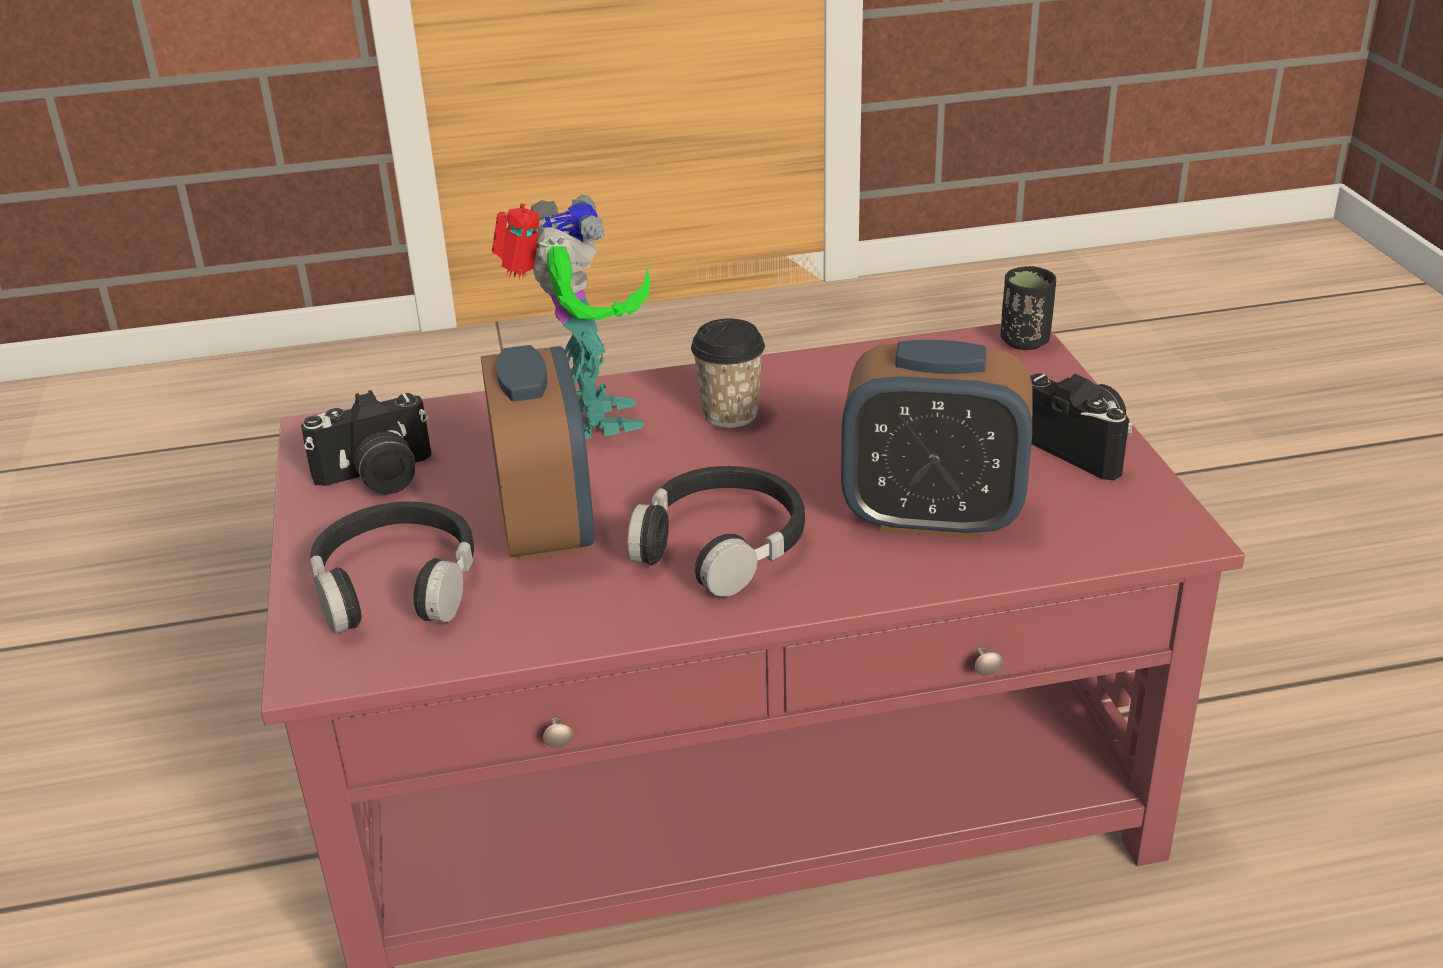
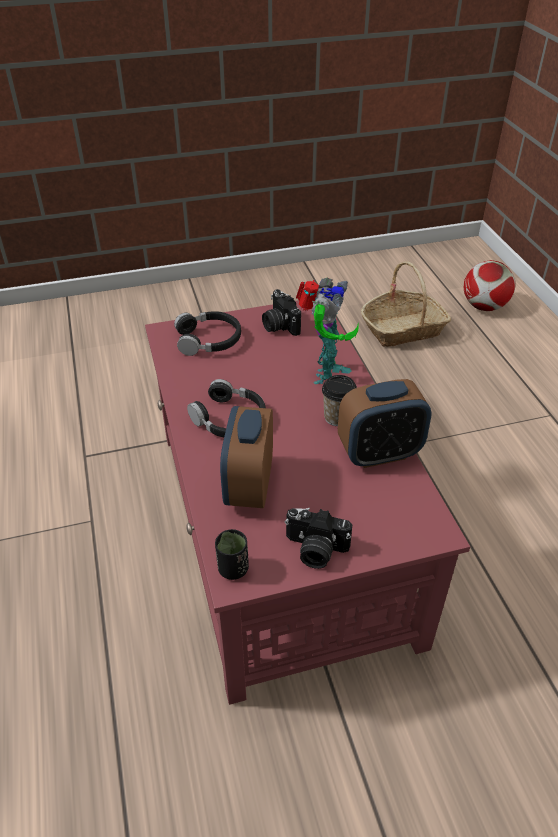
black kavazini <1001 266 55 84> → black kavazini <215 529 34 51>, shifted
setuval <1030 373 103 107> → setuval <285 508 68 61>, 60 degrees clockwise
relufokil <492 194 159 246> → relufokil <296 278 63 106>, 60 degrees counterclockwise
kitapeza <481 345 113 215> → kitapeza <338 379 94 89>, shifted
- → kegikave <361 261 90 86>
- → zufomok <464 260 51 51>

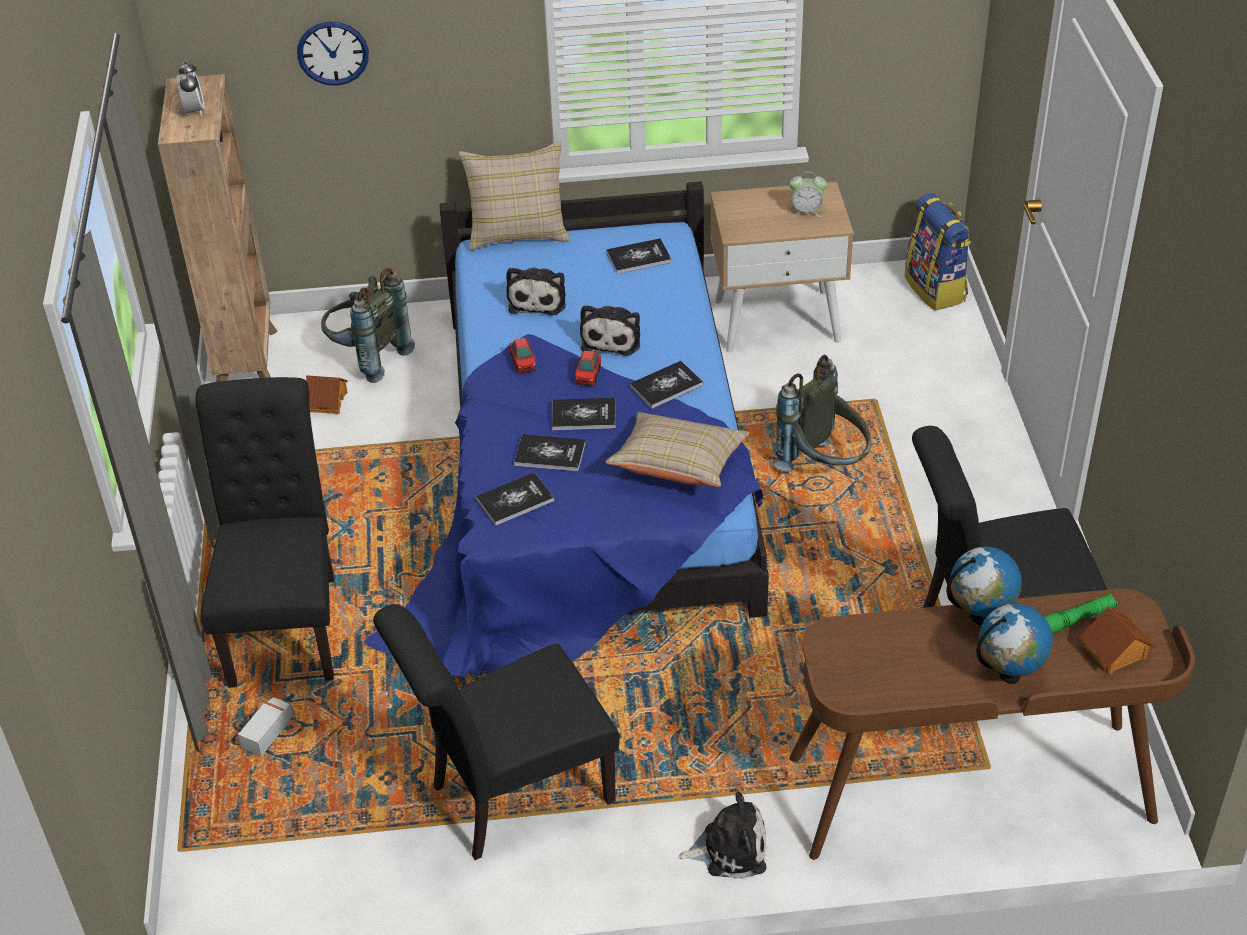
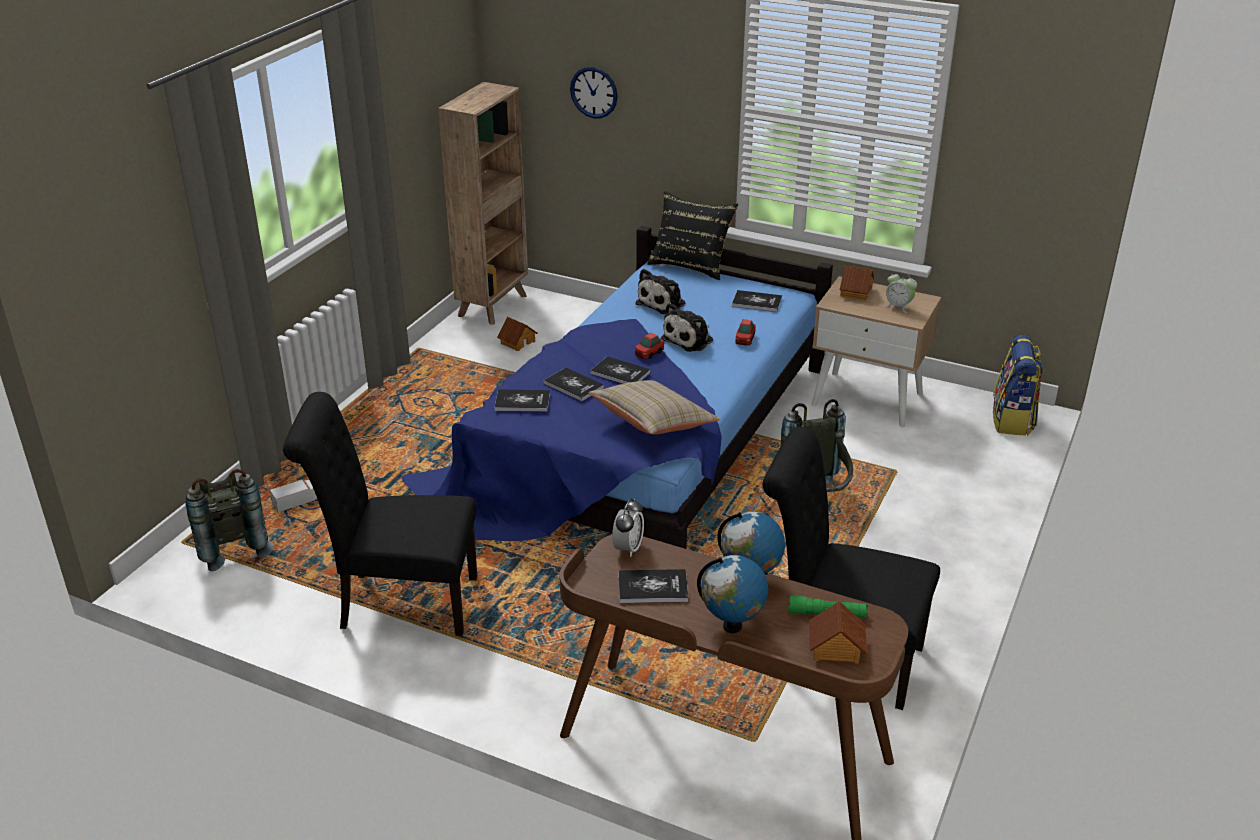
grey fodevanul <321 268 94 115> → grey fodevanul <185 469 88 103>, shifted
kitapeza <176 61 29 55> → kitapeza <612 499 32 58>, shifted
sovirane <629 361 74 48> → sovirane <619 569 69 34>, shifted
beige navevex <459 141 112 109> → black navevex <647 191 91 89>
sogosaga <509 338 27 35> → sogosaga <735 319 21 27>, shifted
- → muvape <840 265 34 35>
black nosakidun <195 377 140 311> → -
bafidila <678 792 88 87> → -

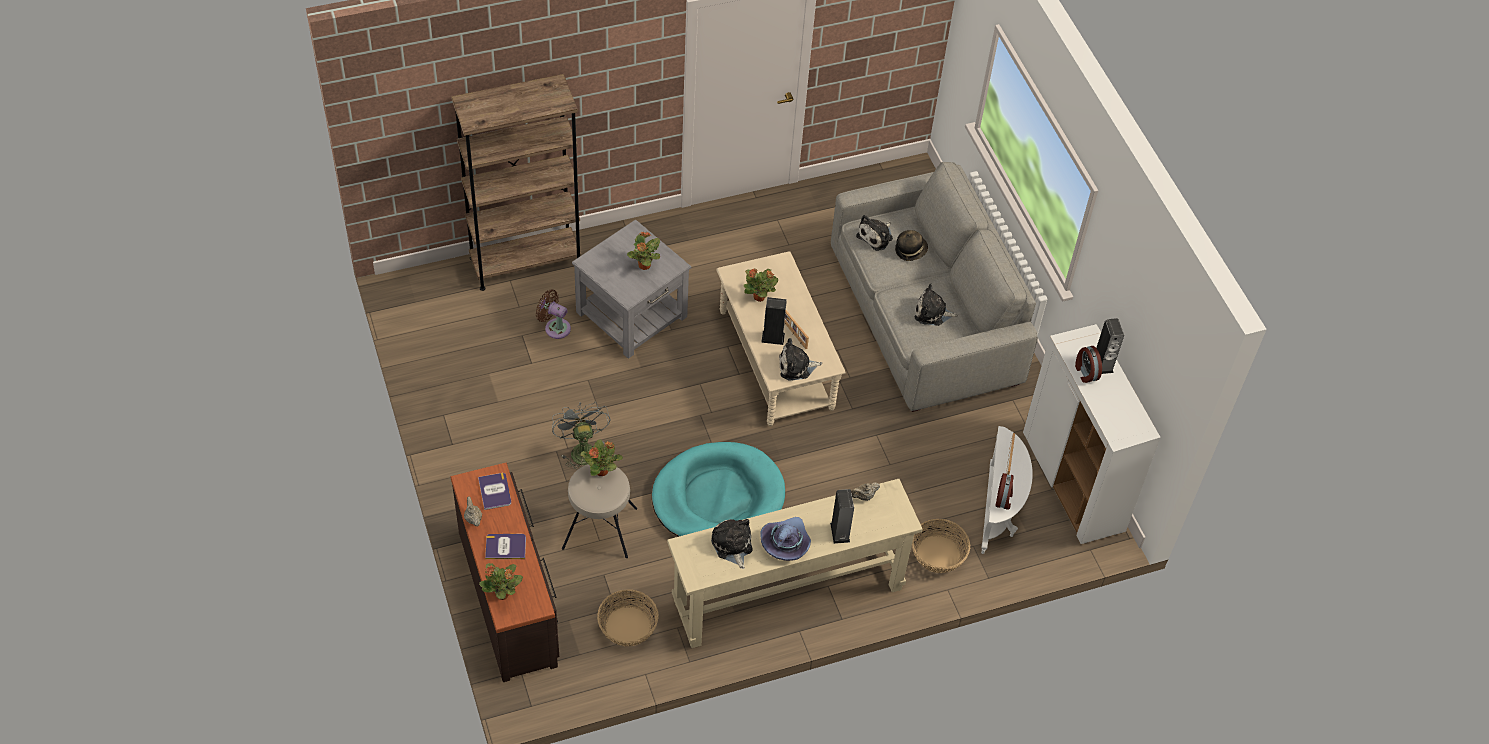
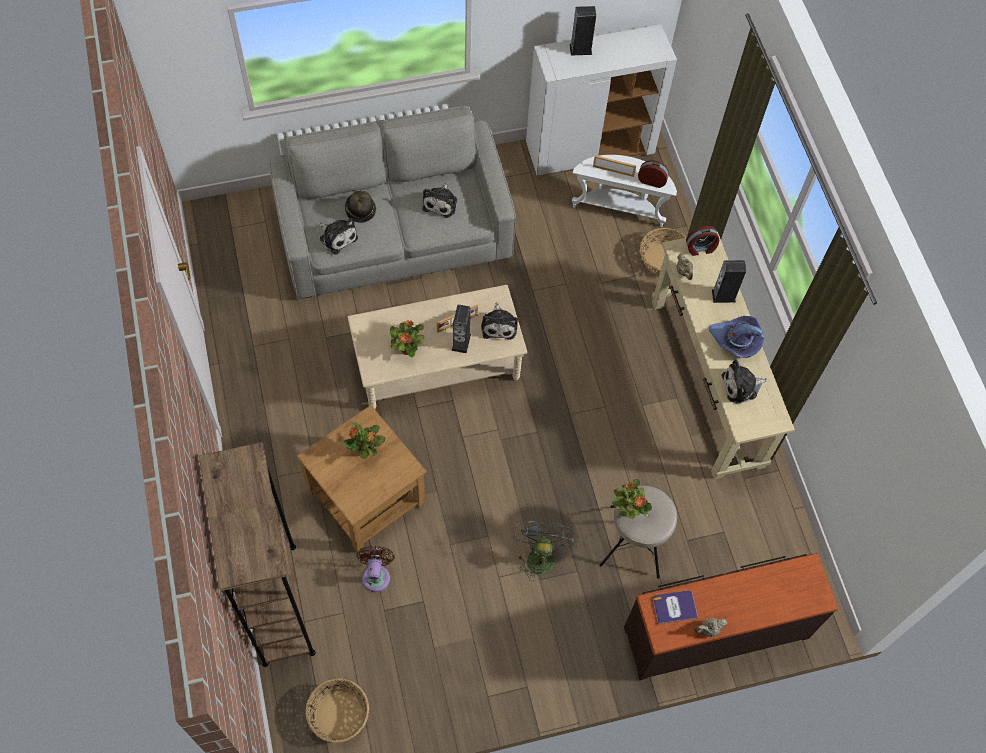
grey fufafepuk <572 219 119 140> → brown fufafepuk <297 405 130 147>
kegikave <597 590 62 57> → kegikave <305 678 64 65>, shifted
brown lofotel <536 289 35 50> → brown lofotel <356 546 39 46>, 150 degrees clockwise
grey lofotel <552 402 59 68> → grey lofotel <513 521 62 60>, 105 degrees clockwise
kitapeza <1075 346 27 37> → kitapeza <686 226 33 30>, shifted
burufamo <479 563 44 37> → -
sovirane <485 534 41 25> → -
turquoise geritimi <652 442 133 95> → -

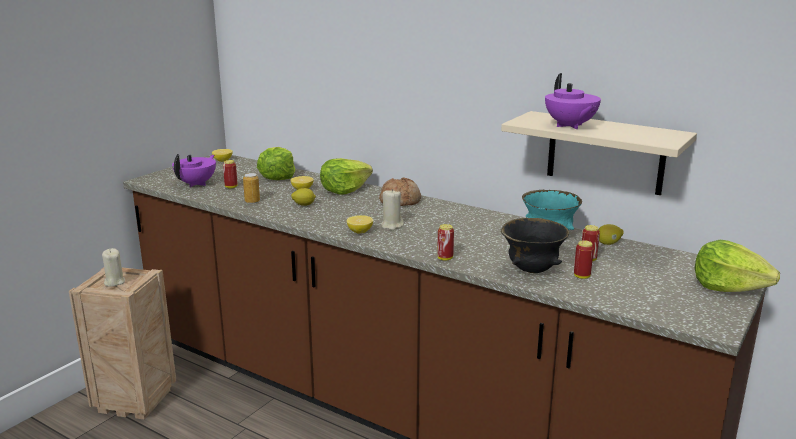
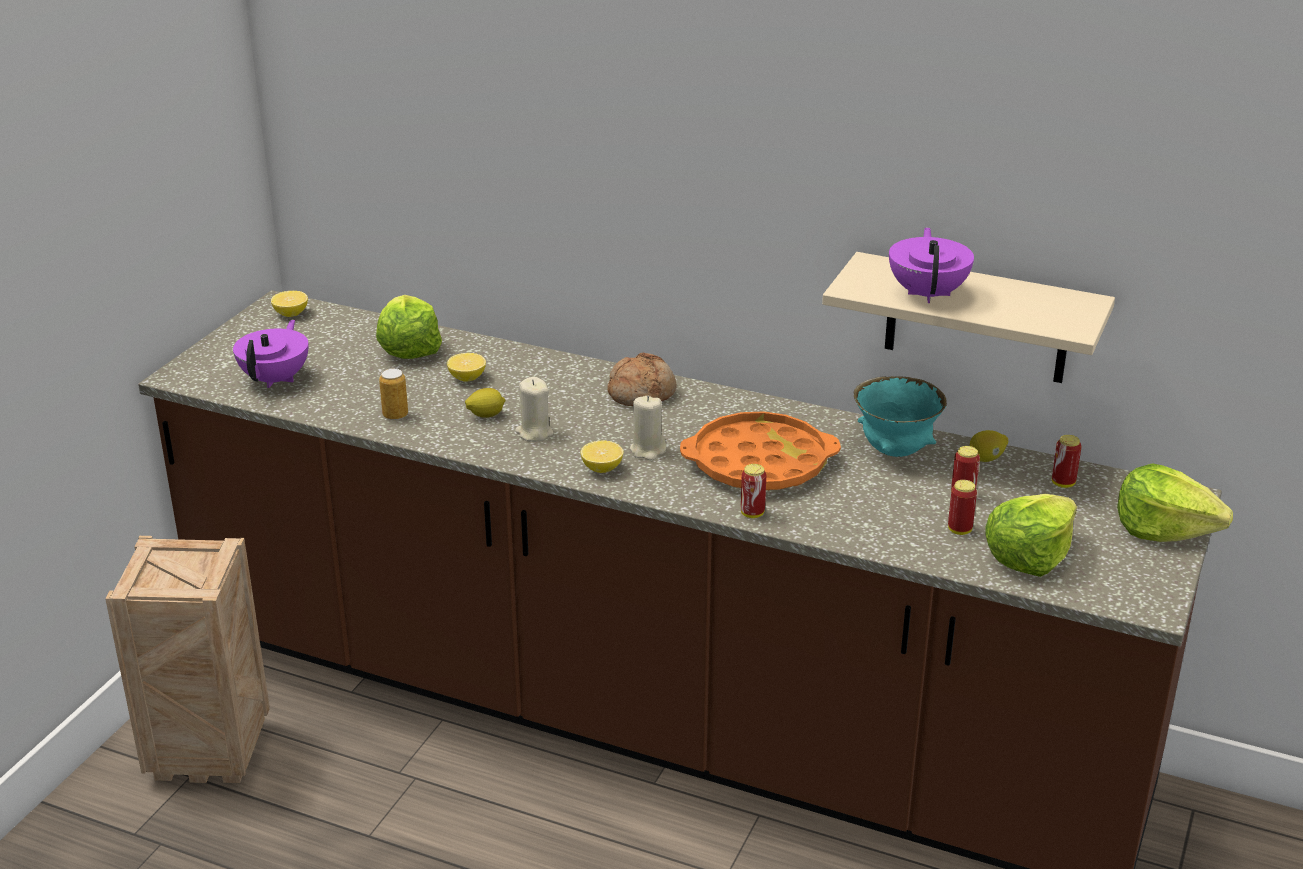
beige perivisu <102 248 23 38> → beige perivisu <515 377 39 65>, shifted
- → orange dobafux <680 412 161 78>
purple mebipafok <545 73 56 56> → purple mebipafok <889 227 85 76>, 150 degrees counterclockwise
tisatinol <320 158 53 37> → tisatinol <986 494 91 83>, shifted
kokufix <223 160 14 28> → kokufix <1052 435 29 53>, shifted
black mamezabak <501 218 68 55> → -

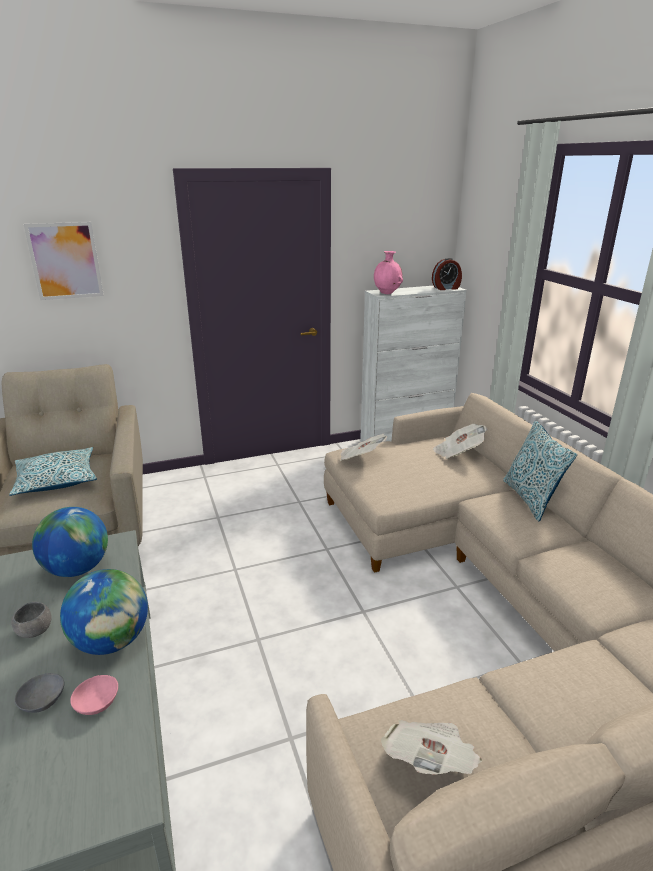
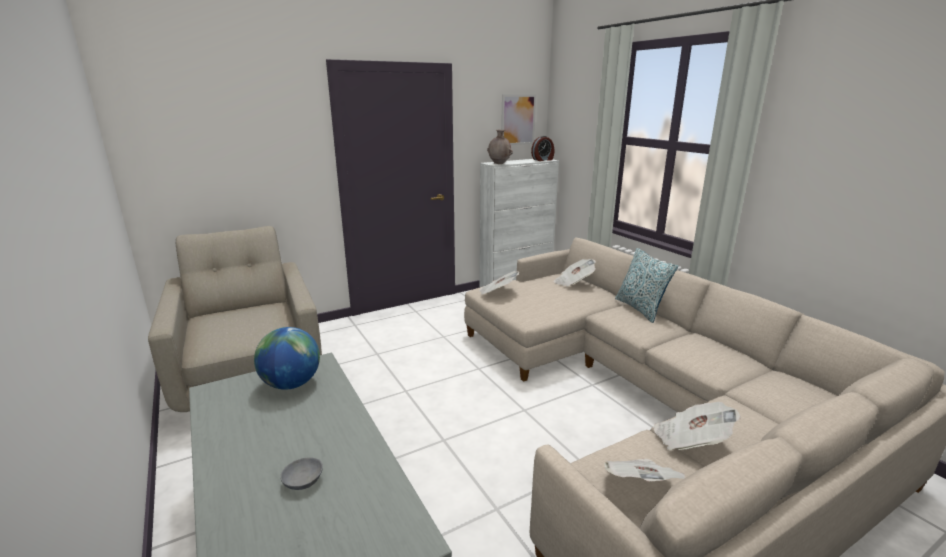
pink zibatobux <374 251 29 43> → brown zibatobux <487 130 26 34>
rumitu <24 222 80 78> → rumitu <501 94 35 51>, shifted
- → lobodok <653 402 88 48>
navevex <10 447 87 49> → -
grey mamezabak <11 602 41 36> → -
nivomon <60 569 88 86> → -
pink mamezabak <70 675 48 40> → -

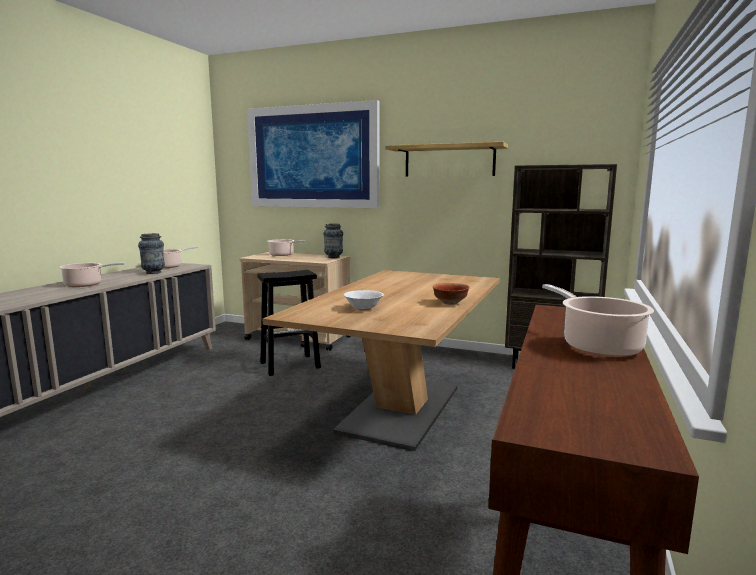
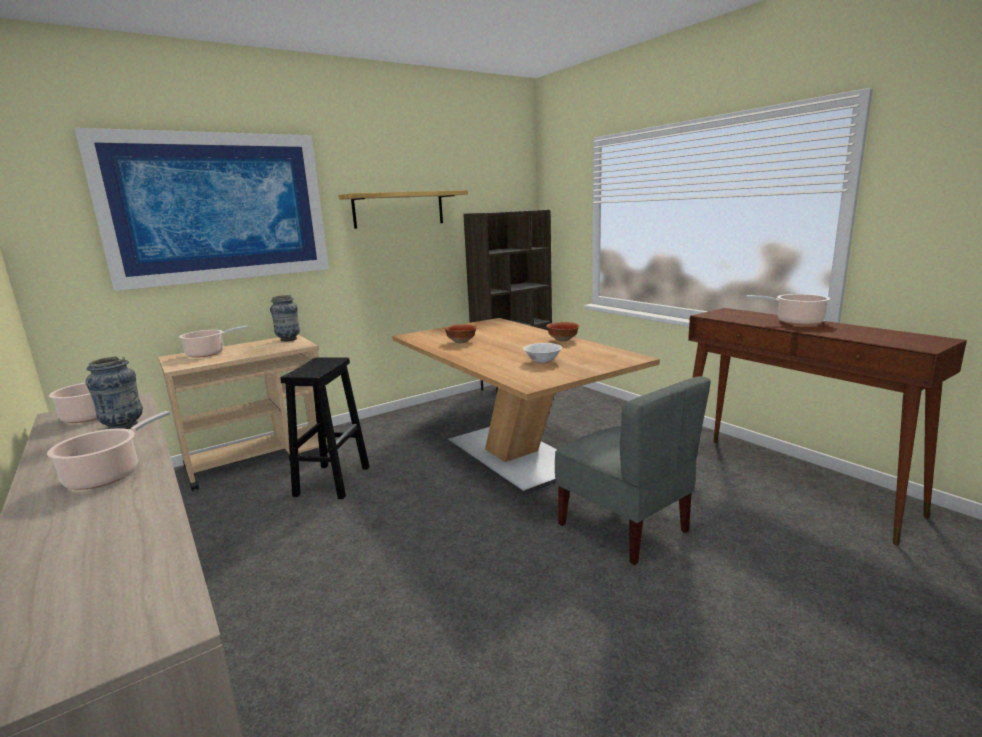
- → mamezabak <444 324 33 19>
- → grey nosakidun <555 376 156 189>

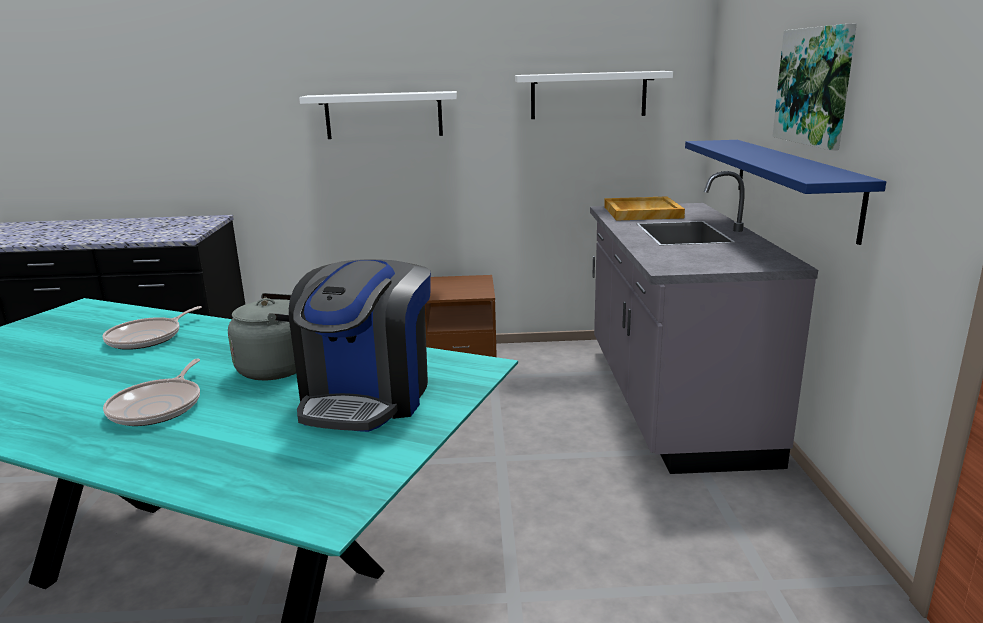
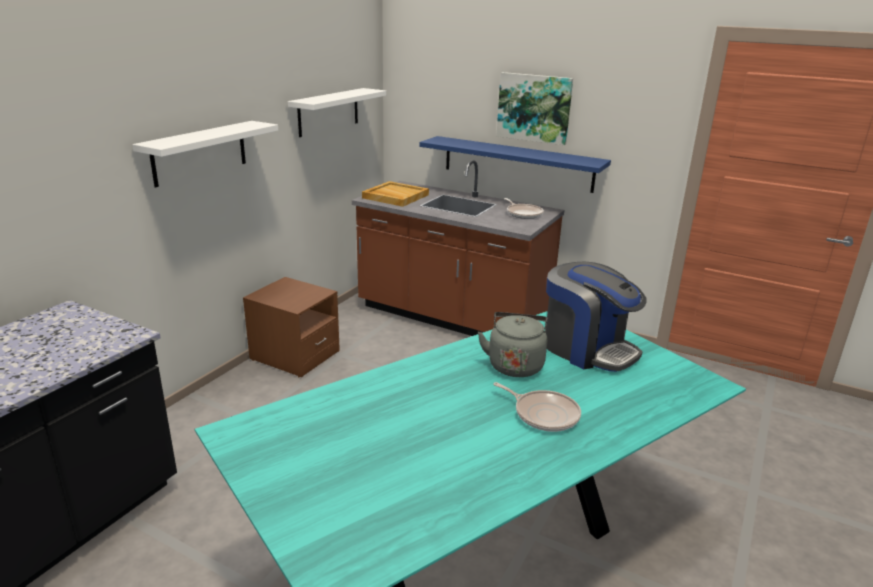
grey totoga <590 171 228 303> → brown totoga <352 160 212 176>
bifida <102 306 100 44> → bifida <504 198 40 21>, shifted

